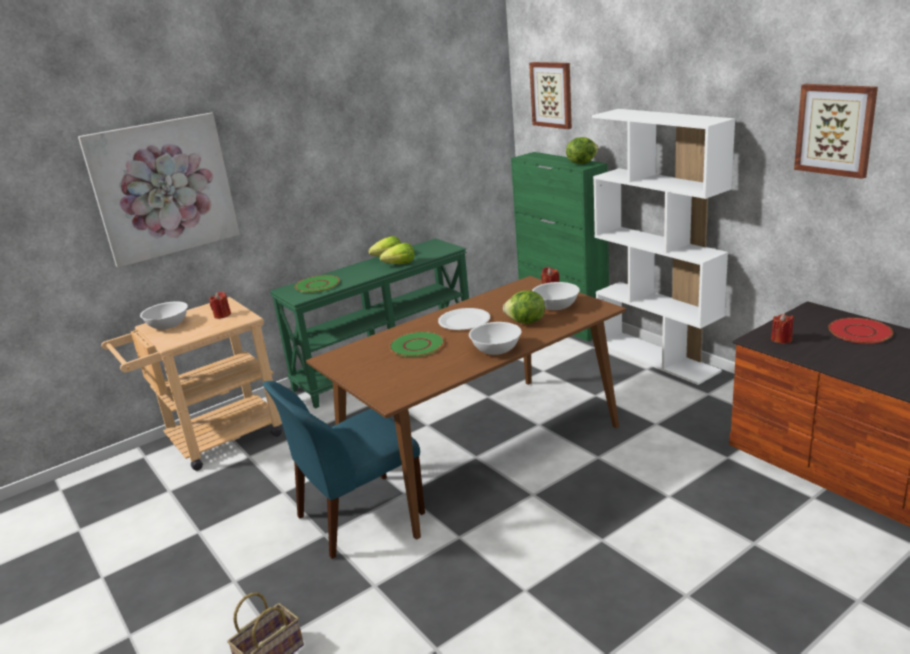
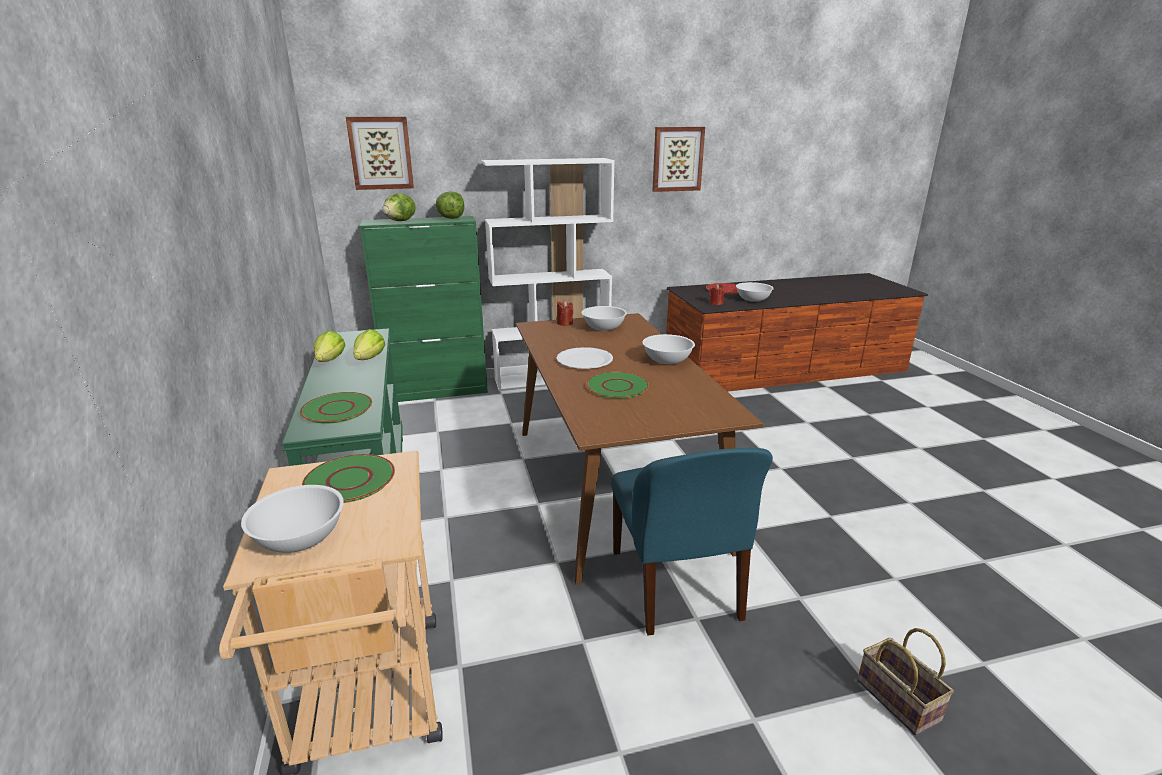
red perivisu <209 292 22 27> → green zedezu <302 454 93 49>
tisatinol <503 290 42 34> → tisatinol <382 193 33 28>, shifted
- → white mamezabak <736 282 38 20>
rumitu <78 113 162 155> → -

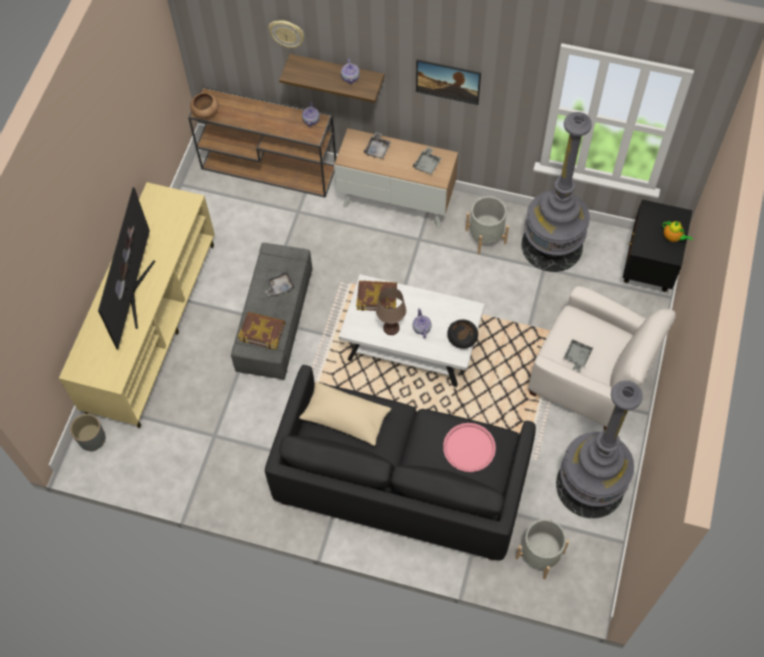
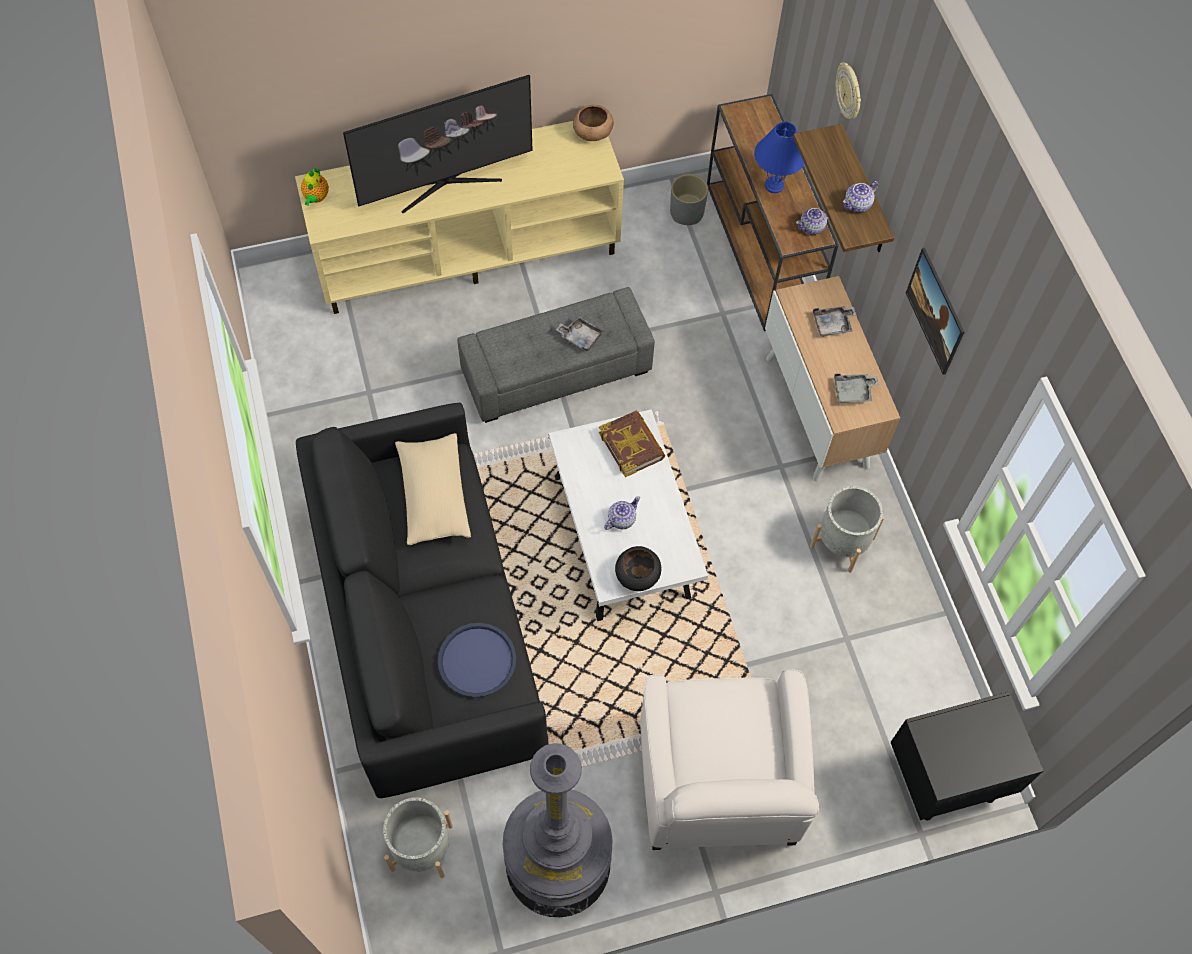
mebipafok <662 221 31 21> → mebipafok <301 167 28 39>, shifted
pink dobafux <443 423 53 49> → blue dobafux <438 623 78 74>
brown mamezabak <190 93 29 26> → brown mamezabak <573 105 41 36>, shifted
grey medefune <70 414 36 37> → grey medefune <670 174 38 51>, shifted
- → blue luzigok <754 122 50 71>
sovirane <238 312 47 38> → -
brown luzigok <376 288 30 47> → -
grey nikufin <522 112 70 160> → -
grey dobafux <564 339 29 32> → -

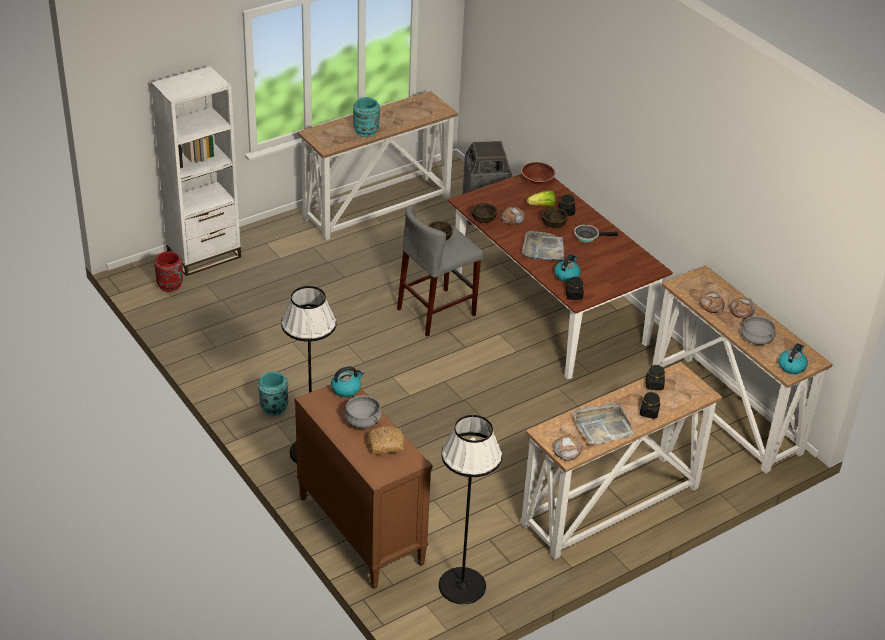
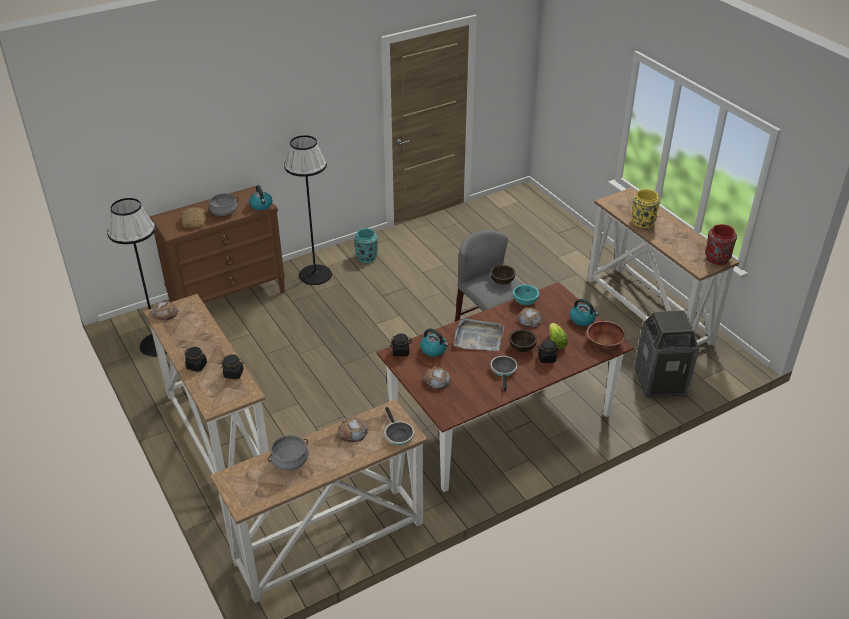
- → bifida <384 407 30 39>
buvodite <728 297 27 22> → buvodite <423 367 28 22>, shifted
brown mamezabak <471 203 27 20> → turquoise mamezabak <513 284 26 21>
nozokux <778 343 30 31> → nozokux <570 299 29 27>, shifted
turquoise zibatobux <353 97 27 40> → yellow zibatobux <631 189 29 39>
red zibatobux <154 251 29 41> → red zibatobux <705 224 32 41>, shifted
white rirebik <151 66 90 210> → -
grey dobafux <573 403 61 41> → -

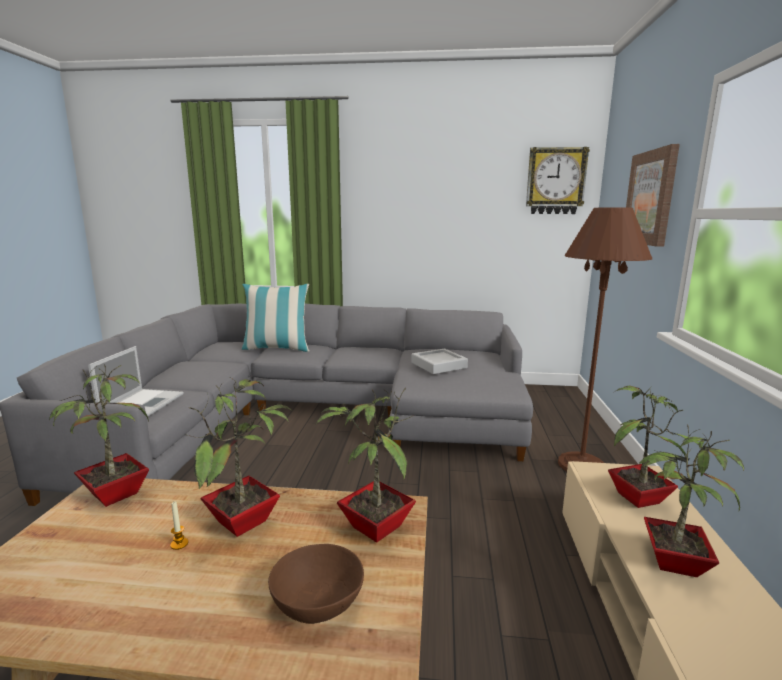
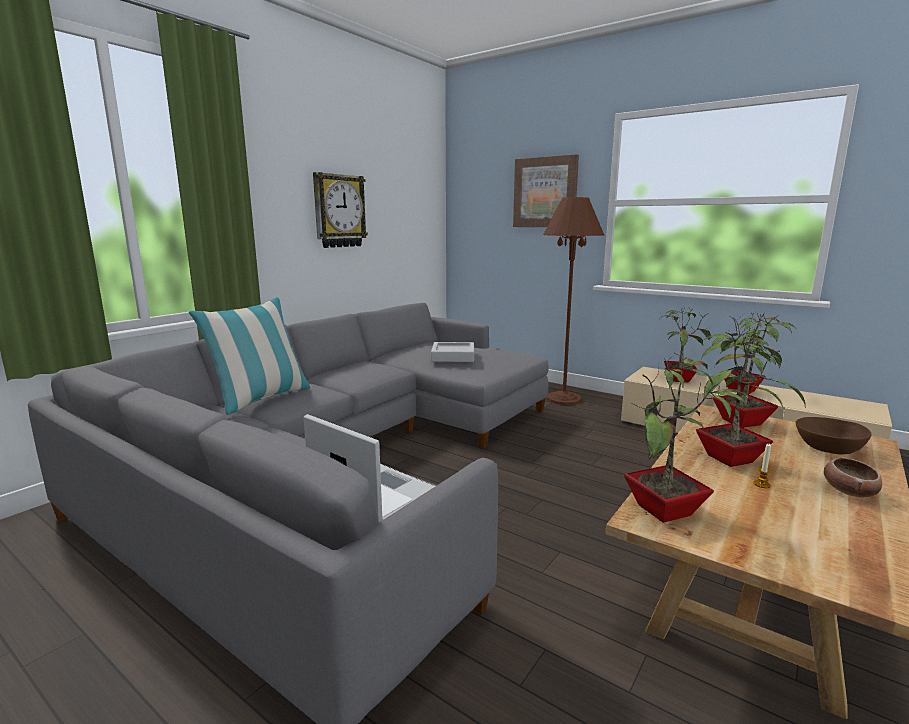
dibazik <526 147 64 67> → dibazik <313 172 55 76>, shifted
- → mamezabak <824 457 58 40>

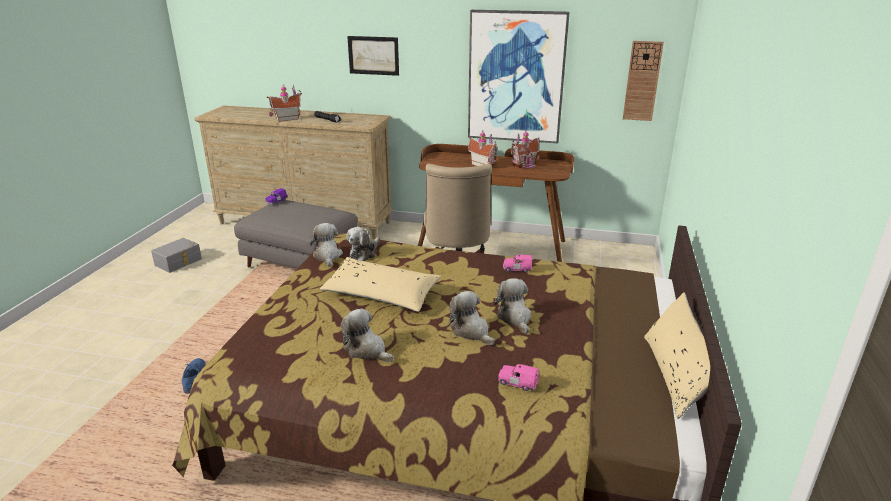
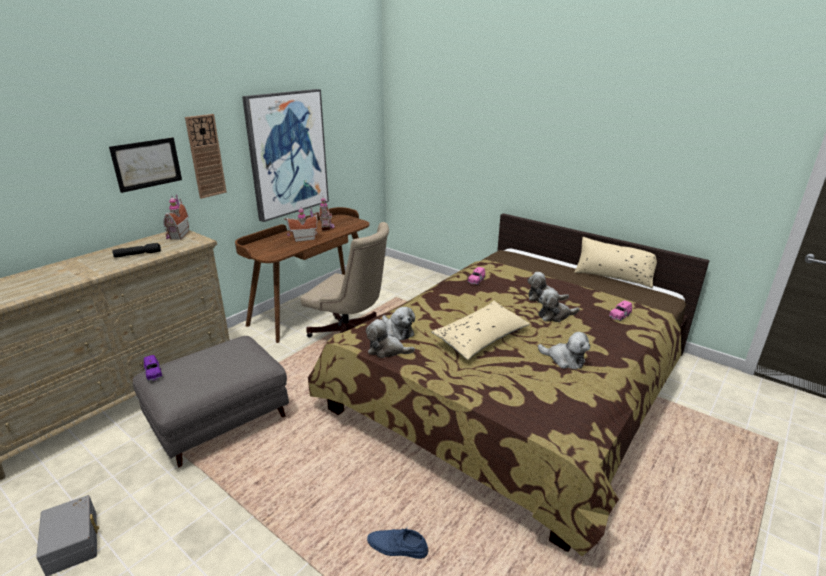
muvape <267 85 35 37> → muvape <164 194 25 46>, shifted
dibazik <623 41 41 80> → dibazik <185 114 42 85>, shifted
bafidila <341 308 53 54> → bafidila <538 332 52 37>, 120 degrees counterclockwise

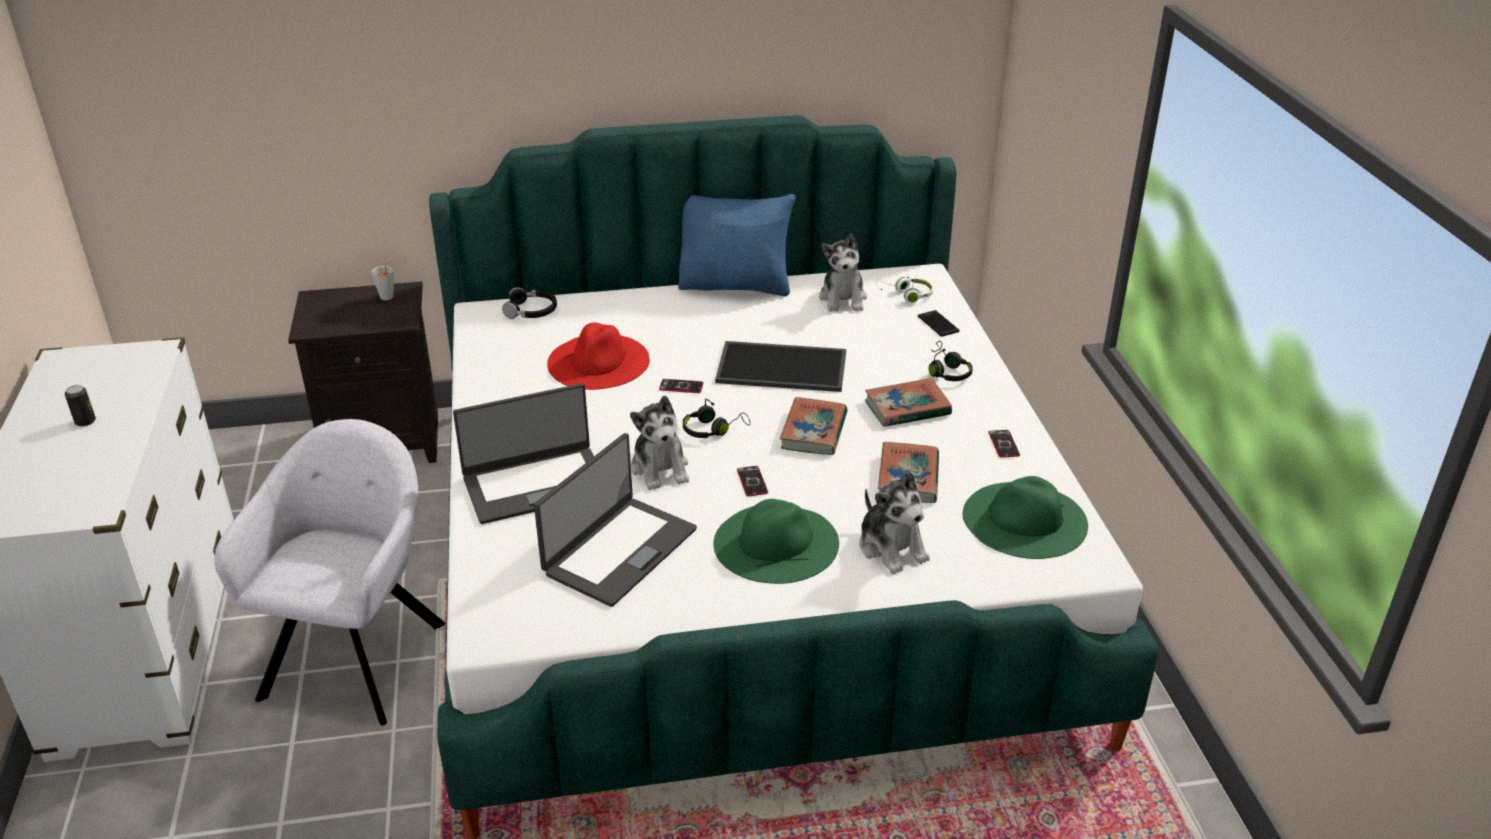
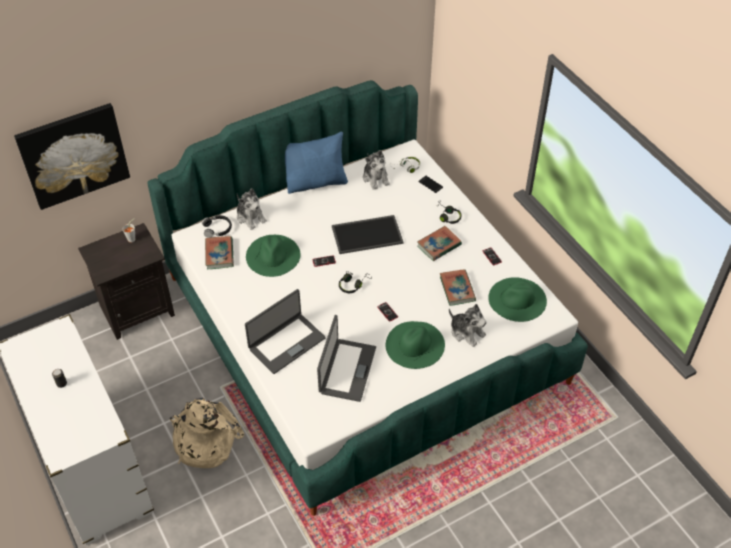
- → rumitu <14 103 116 107>
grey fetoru <214 419 231 307> → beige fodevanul <170 398 74 70>
sovirane <780 397 67 58> → sovirane <205 236 29 33>, shifted
bafidila <630 396 59 94> → bafidila <237 188 30 42>, shifted
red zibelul <547 323 103 67> → green zibelul <246 235 55 42>

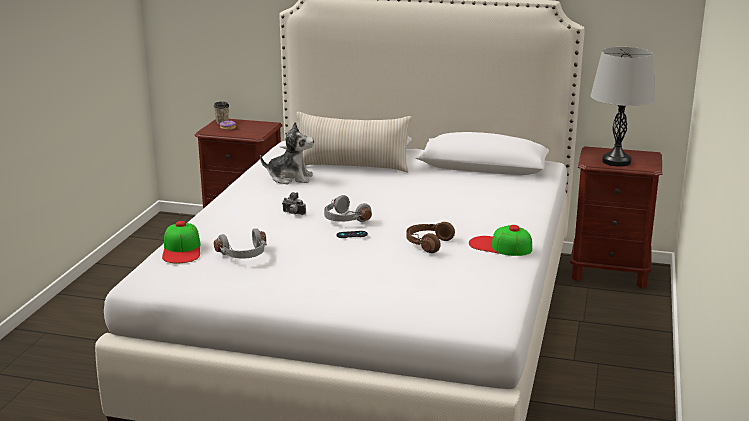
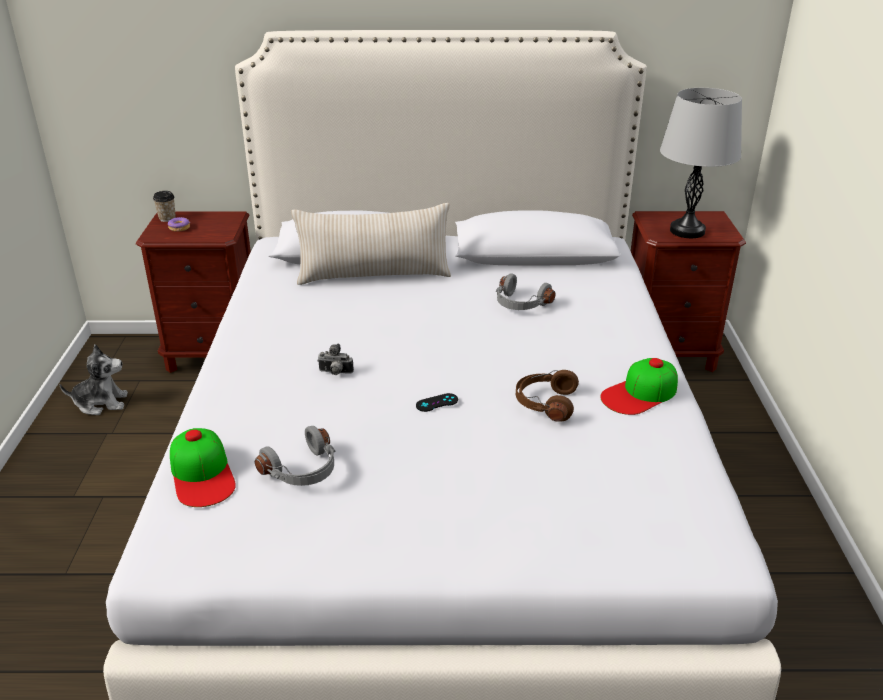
bafidila <260 122 54 62> → bafidila <59 344 69 71>, shifted
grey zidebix <324 195 48 27> → grey zidebix <496 273 60 37>, shifted
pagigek <469 225 63 31> → pagigek <600 358 78 57>, 45 degrees counterclockwise

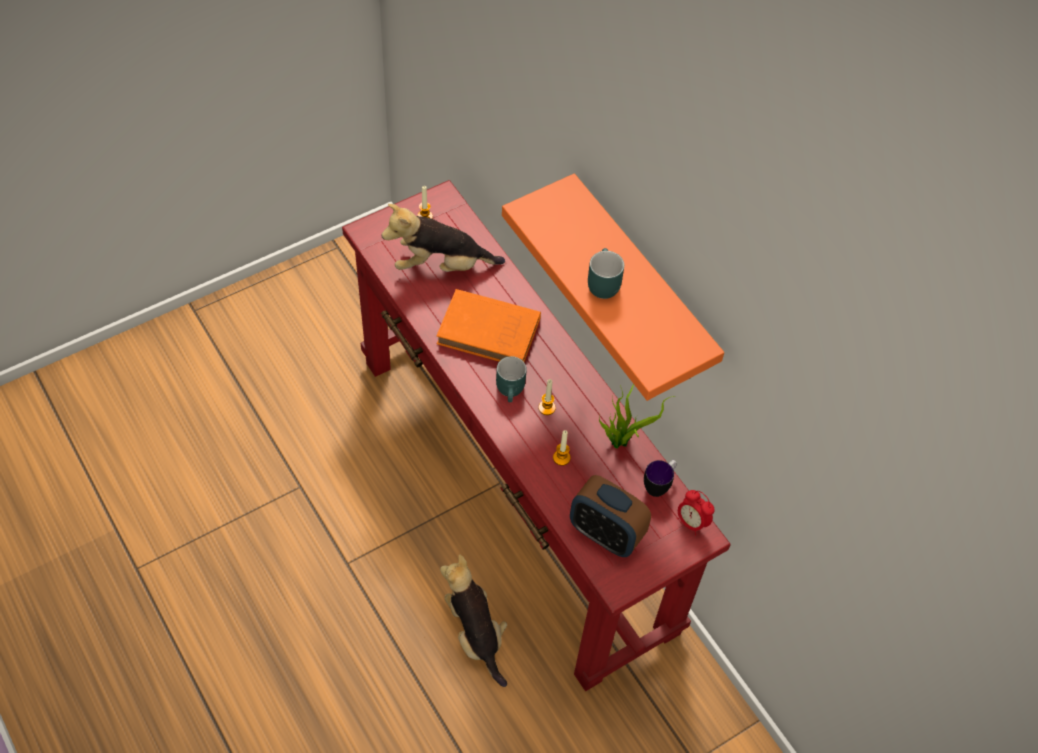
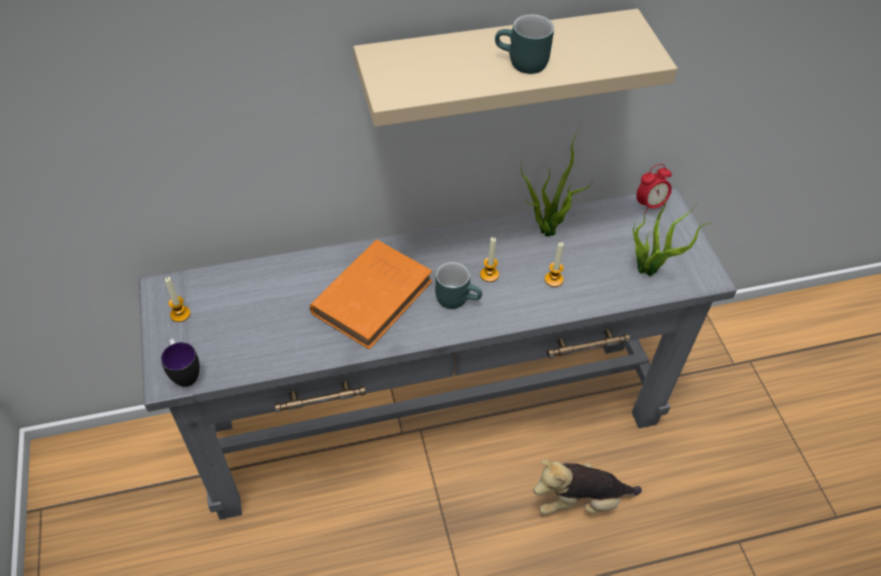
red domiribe <342 180 389 511> → grey domiribe <139 187 598 333>
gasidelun <644 460 33 37> → gasidelun <161 339 39 48>, shifted
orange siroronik <502 174 222 227> → beige siroronik <353 9 324 118>
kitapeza <570 475 81 82> → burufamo <633 194 79 83>
bafidila <382 204 123 68> → -

